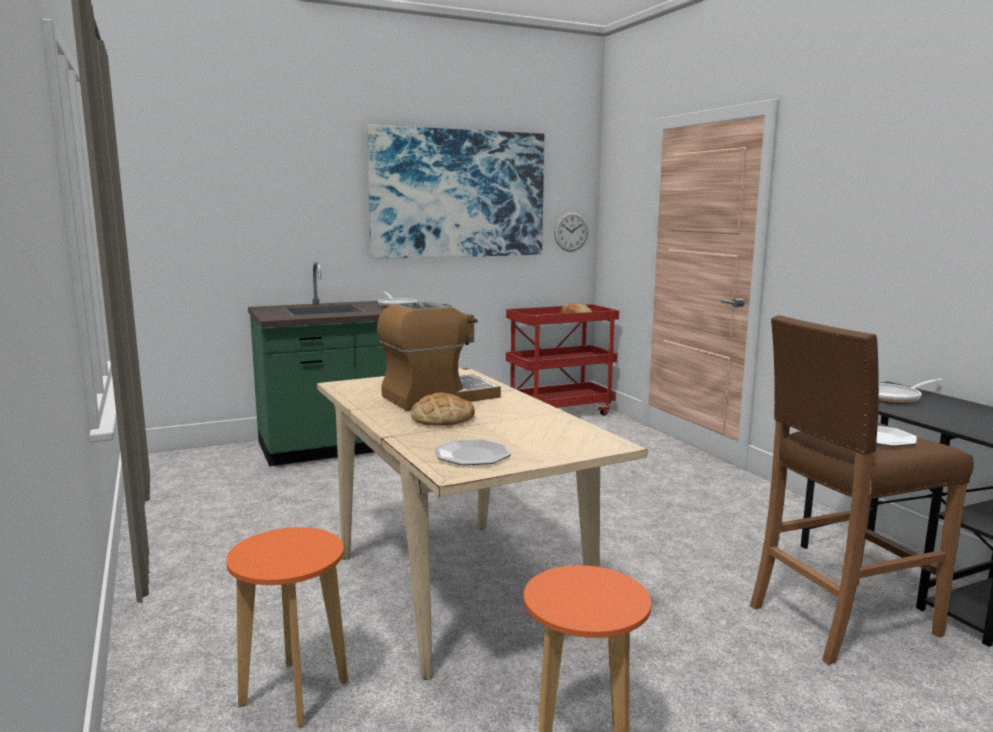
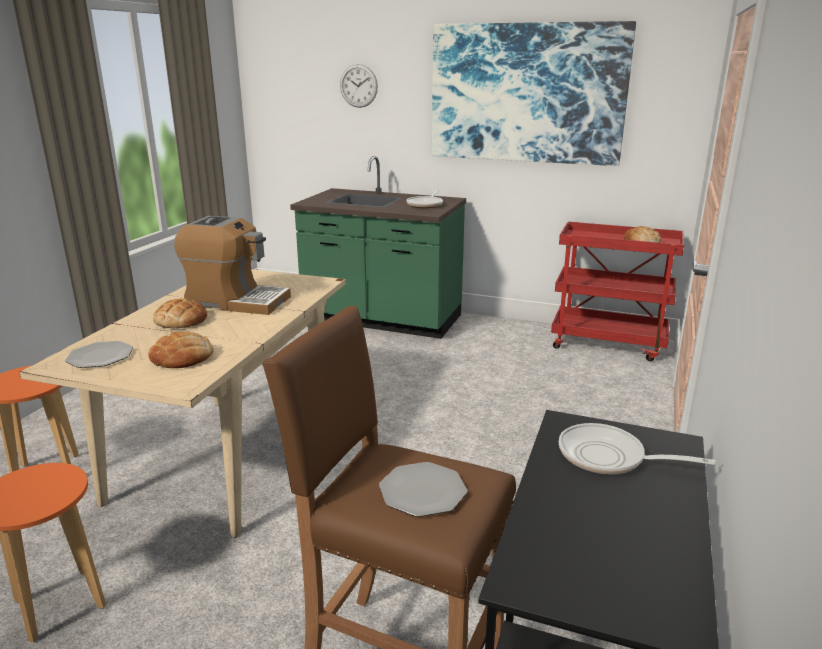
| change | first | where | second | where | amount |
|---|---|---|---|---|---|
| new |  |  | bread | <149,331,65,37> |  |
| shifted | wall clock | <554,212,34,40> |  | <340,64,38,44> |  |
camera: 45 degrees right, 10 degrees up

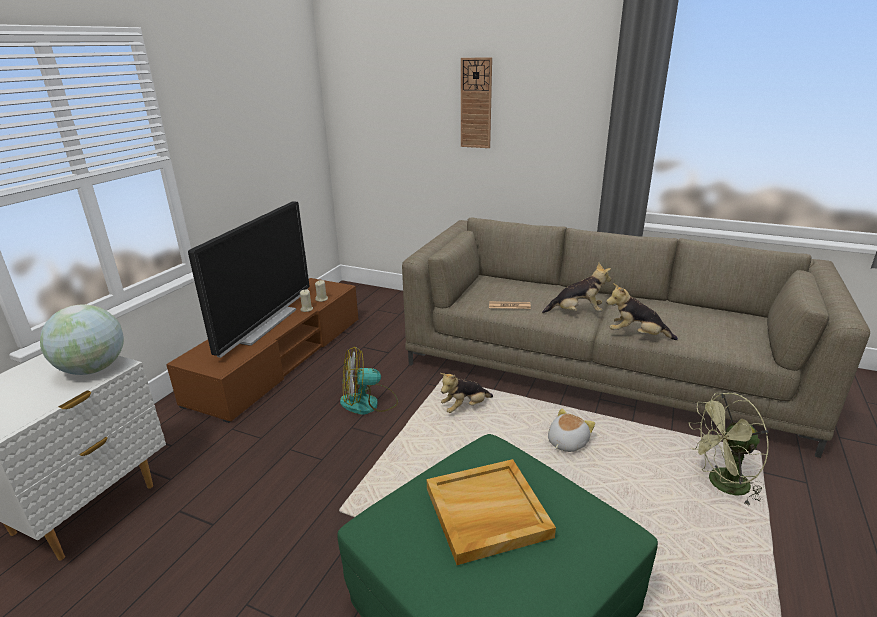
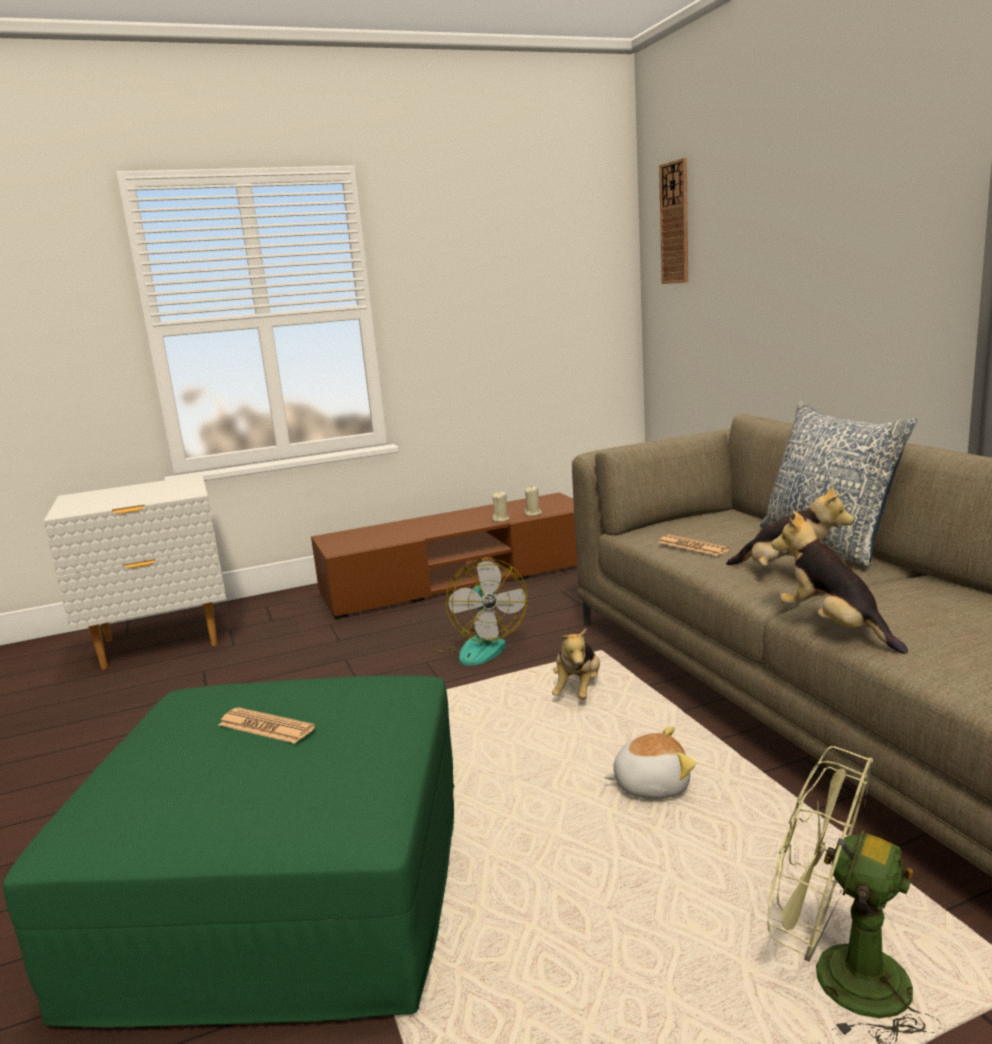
| change | first | where | second | where | amount |
|---|---|---|---|---|---|
| swapped | tray/beige | <427,459,129,106> | newspaper | <219,707,96,36> |  |
| rotated | fan | <340,347,58,68> |  | <430,558,98,108> | 135 degrees counterclockwise |
| rotated | plush toy | <440,373,53,40> |  | <552,628,48,72> | 90 degrees counterclockwise |
| shifted | wall clock | <461,57,31,91> |  | <659,158,29,126> |  |
| new |  |  | pillow | <760,402,157,166> |  |
| gone | globe | <40,304,84,71> |  |  |  |
| gone | television | <188,201,121,157> |  |  |  |
camera: 45 degrees right, 10 degrees down

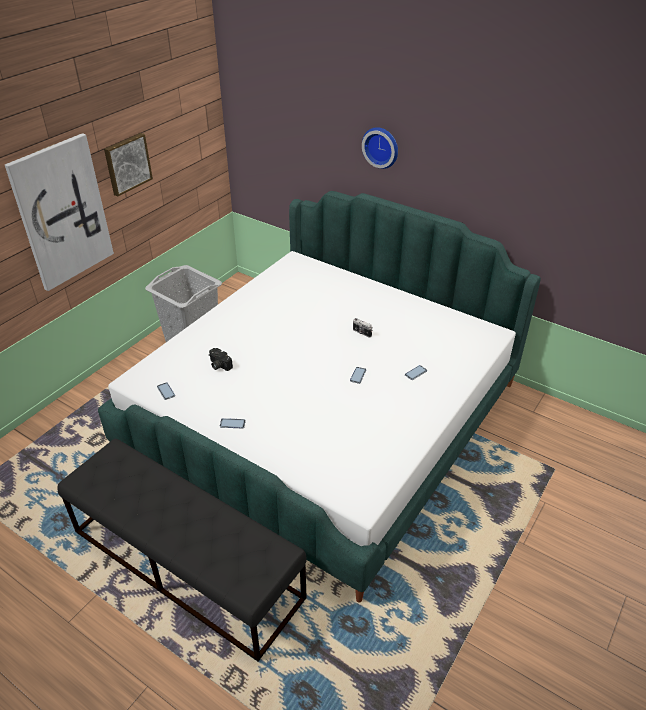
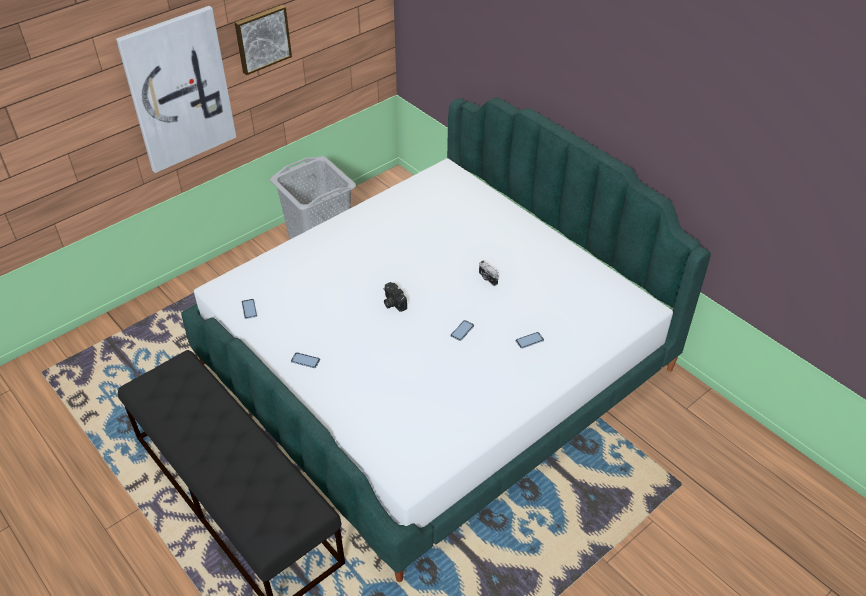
| change | first | where | second | where | amount |
|---|---|---|---|---|---|
| shifted | photo camera | <209,348,24,23> |  | <384,282,23,30> |  |
| gone | wall clock | <362,128,36,41> |  |  |  |
camera: 15 degrees right, 5 degrees up

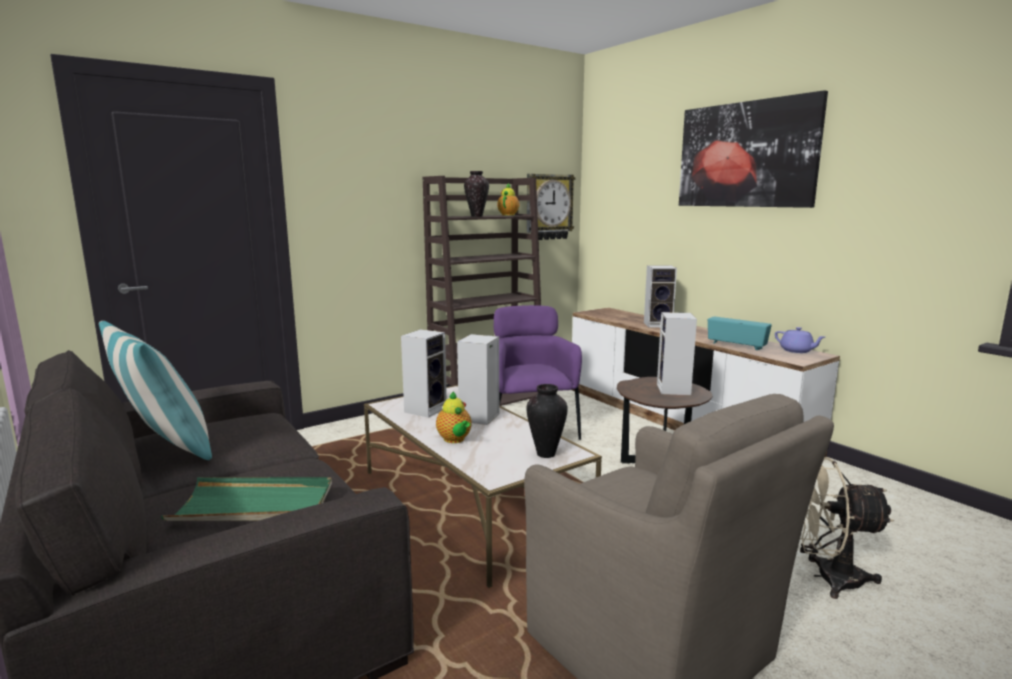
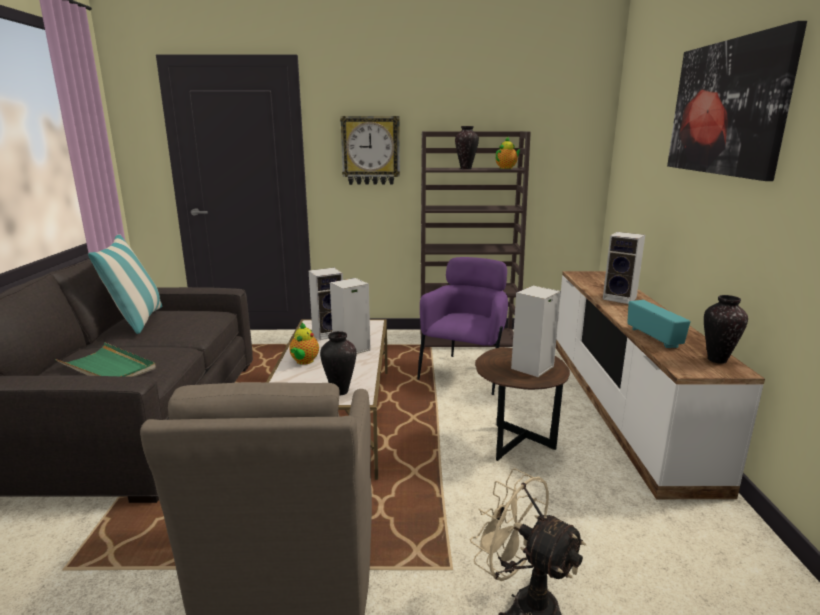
| change | first | where | second | where | amount |
|---|---|---|---|---|---|
| shifted | wall clock | <527,174,48,66> |  | <340,116,60,69> |  |
| swapped | teapot/purple | <775,327,50,26> | vase | <704,295,44,69> |  |
camera: 35 degrees right, 5 degrees up

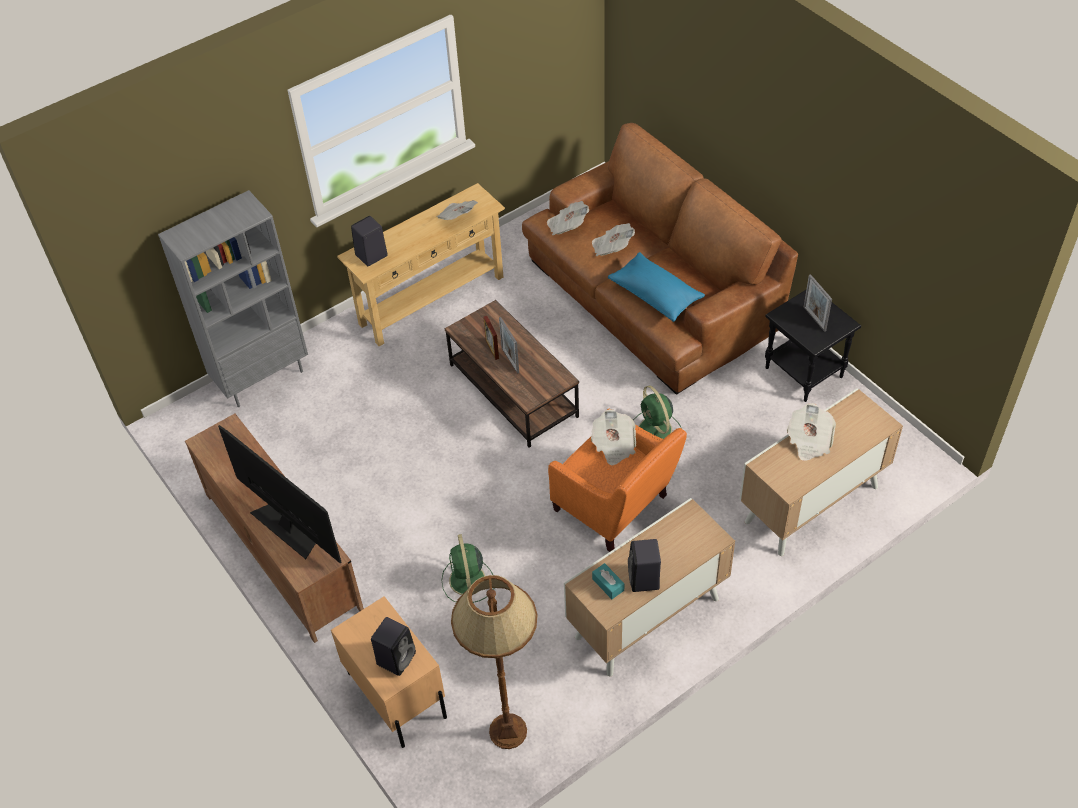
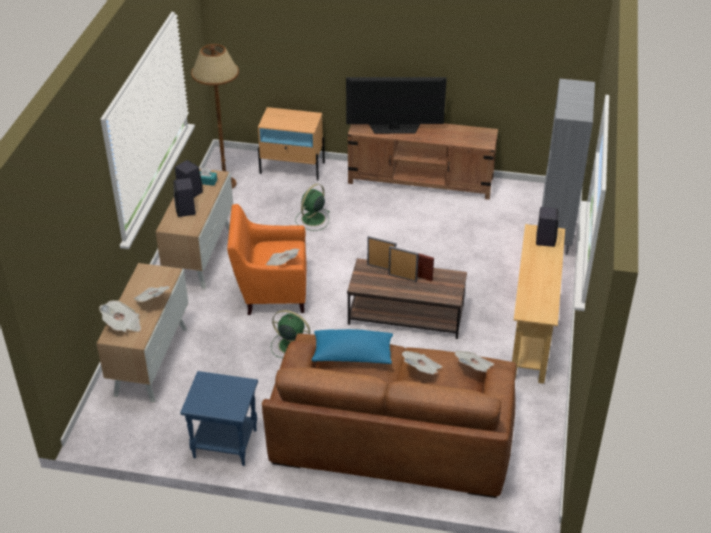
| change | first | where | second | where | amount |
|---|---|---|---|---|---|
| shifted | newspaper | <436,200,42,20> |  | <99,300,42,32> |  |
| shifted | speaker/black | <371,617,45,59> |  | <173,178,23,39> |  |
| repainted | side table/black | <765,290,96,112> | side table/blue | <180,371,78,95> |  |
| rotated | fan/green | <441,534,53,69> |  | <296,184,34,47> | 90 degrees counterclockwise |
| shifted | picture frame | <804,274,28,58> |  | <367,236,29,34> |  |
camera: 135 degrees right, 10 degrees down

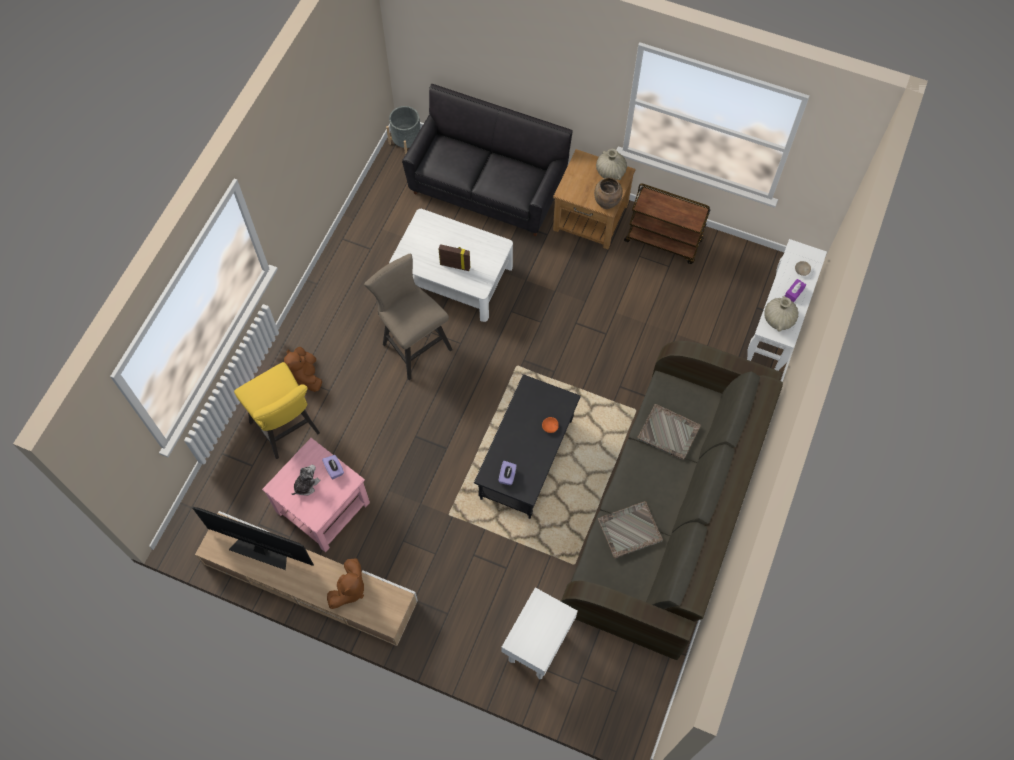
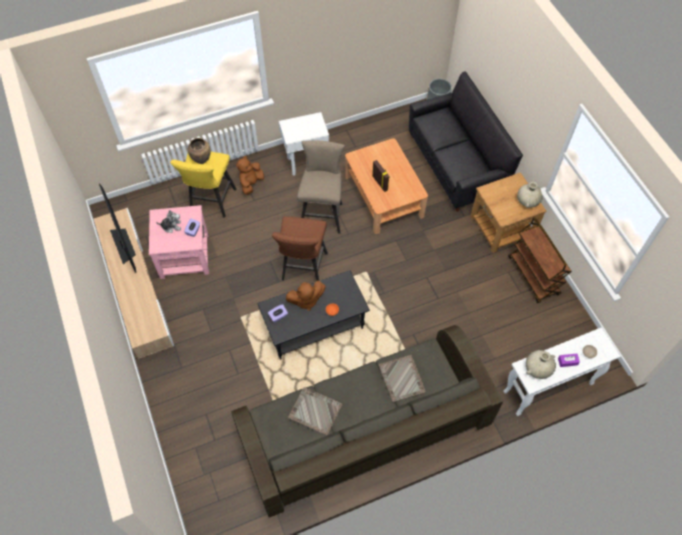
| change | first | where | second | where | amount |
|---|---|---|---|---|---|
| shifted | vase/brown | <594,177,29,32> |  | <188,138,23,26> |  |
| new |  |  | stool/brown | <272,216,56,65> |  |
| shifted | side table/white | <501,587,77,92> |  | <279,112,50,64> |  |
| shifted | plush toy/brown | <327,558,37,51> |  | <286,281,40,30> |  |
| repainted | coffee table/white | <389,209,124,113> | coffee table/brown | <345,138,83,96> |  |
camera: 45 degrees right, 5 degrees down

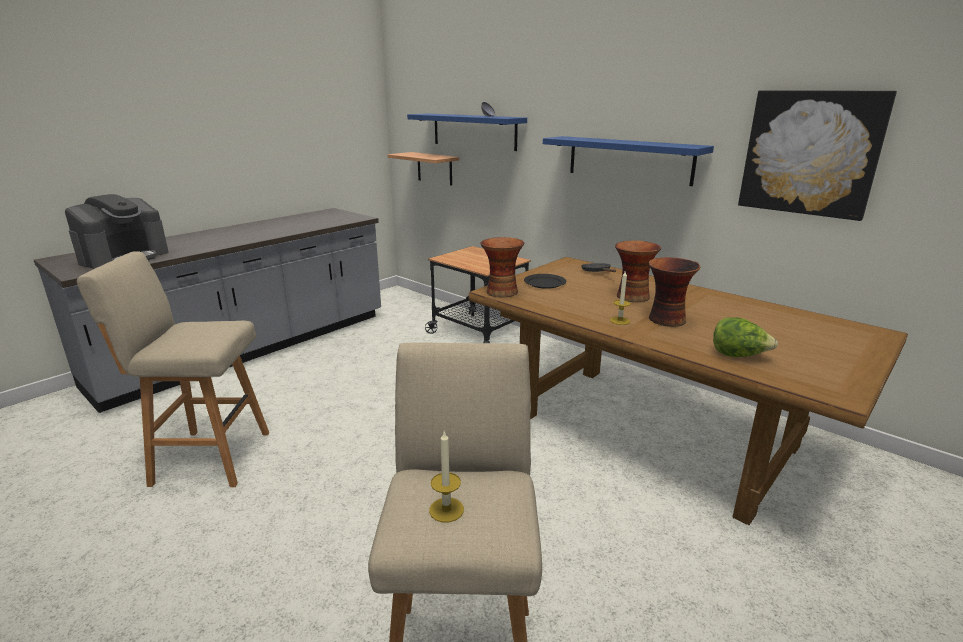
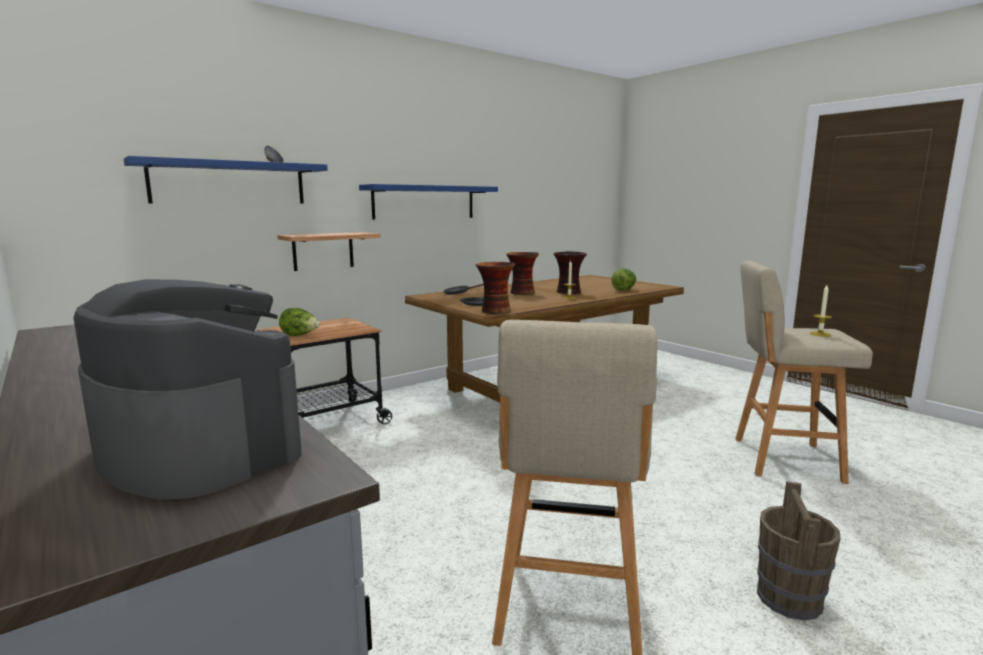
| change | first | where | second | where | amount |
|---|---|---|---|---|---|
| shifted | shelf | <388,152,71,34> |  | <277,232,104,39> |  |
| new |  |  | lettuce | <279,308,41,28> |  |
| new |  |  | bucket/brown | <757,481,84,139> |  |
| gone | picture | <738,90,159,131> |  |  |  |
camera: 80 degrees left, 10 degrees down

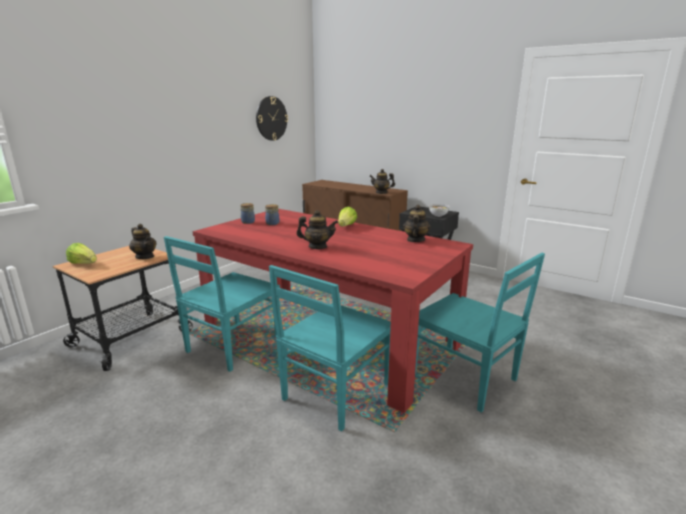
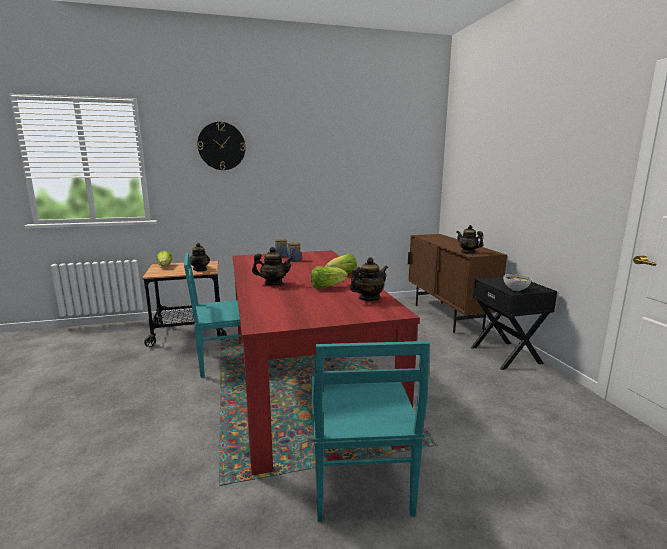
| change | first | where | second | where | amount |
|---|---|---|---|---|---|
| shifted | wall clock | <256,96,32,45> |  | <197,122,48,48> |  |
| rotated | teapot | <296,210,42,39> |  | <252,247,41,39> | 45 degrees counterclockwise |
| new |  |  | lettuce | <311,266,36,23> |  |
| gone | chair/turquoise | <269,265,122,166> |  |  |  |
camera: 40 degrees right, 5 degrees down

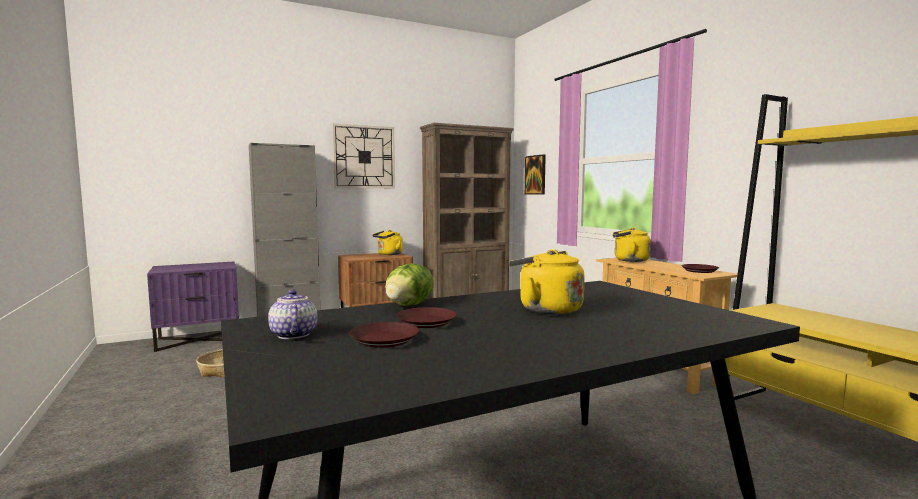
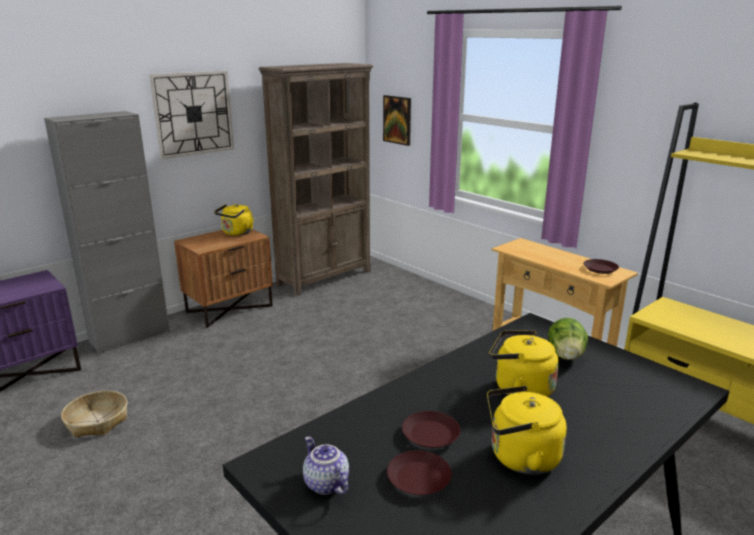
| change | first | where | second | where | amount |
|---|---|---|---|---|---|
| shifted | kettle/yellow | <613,228,38,34> |  | <487,385,80,90> |  |
| shifted | lettuce | <385,263,49,43> |  | <548,318,40,42> |  |
camera: 15 degrees left, 15 degrees up

